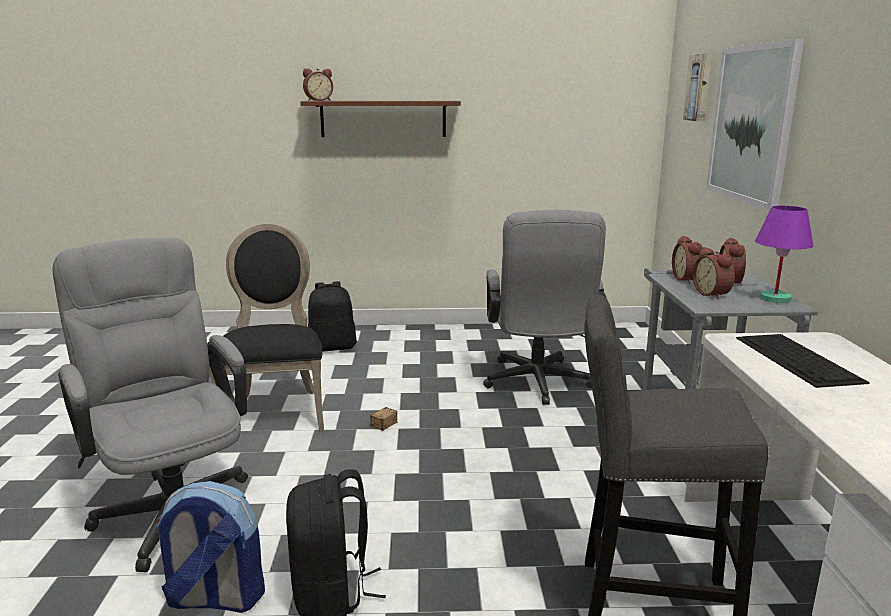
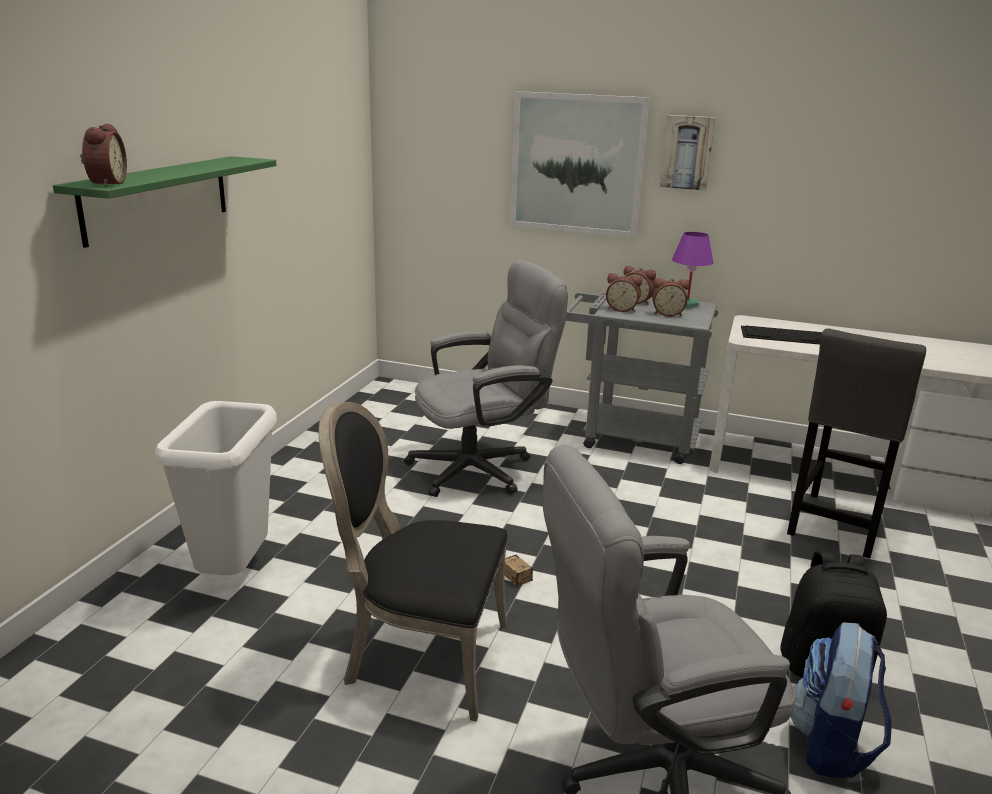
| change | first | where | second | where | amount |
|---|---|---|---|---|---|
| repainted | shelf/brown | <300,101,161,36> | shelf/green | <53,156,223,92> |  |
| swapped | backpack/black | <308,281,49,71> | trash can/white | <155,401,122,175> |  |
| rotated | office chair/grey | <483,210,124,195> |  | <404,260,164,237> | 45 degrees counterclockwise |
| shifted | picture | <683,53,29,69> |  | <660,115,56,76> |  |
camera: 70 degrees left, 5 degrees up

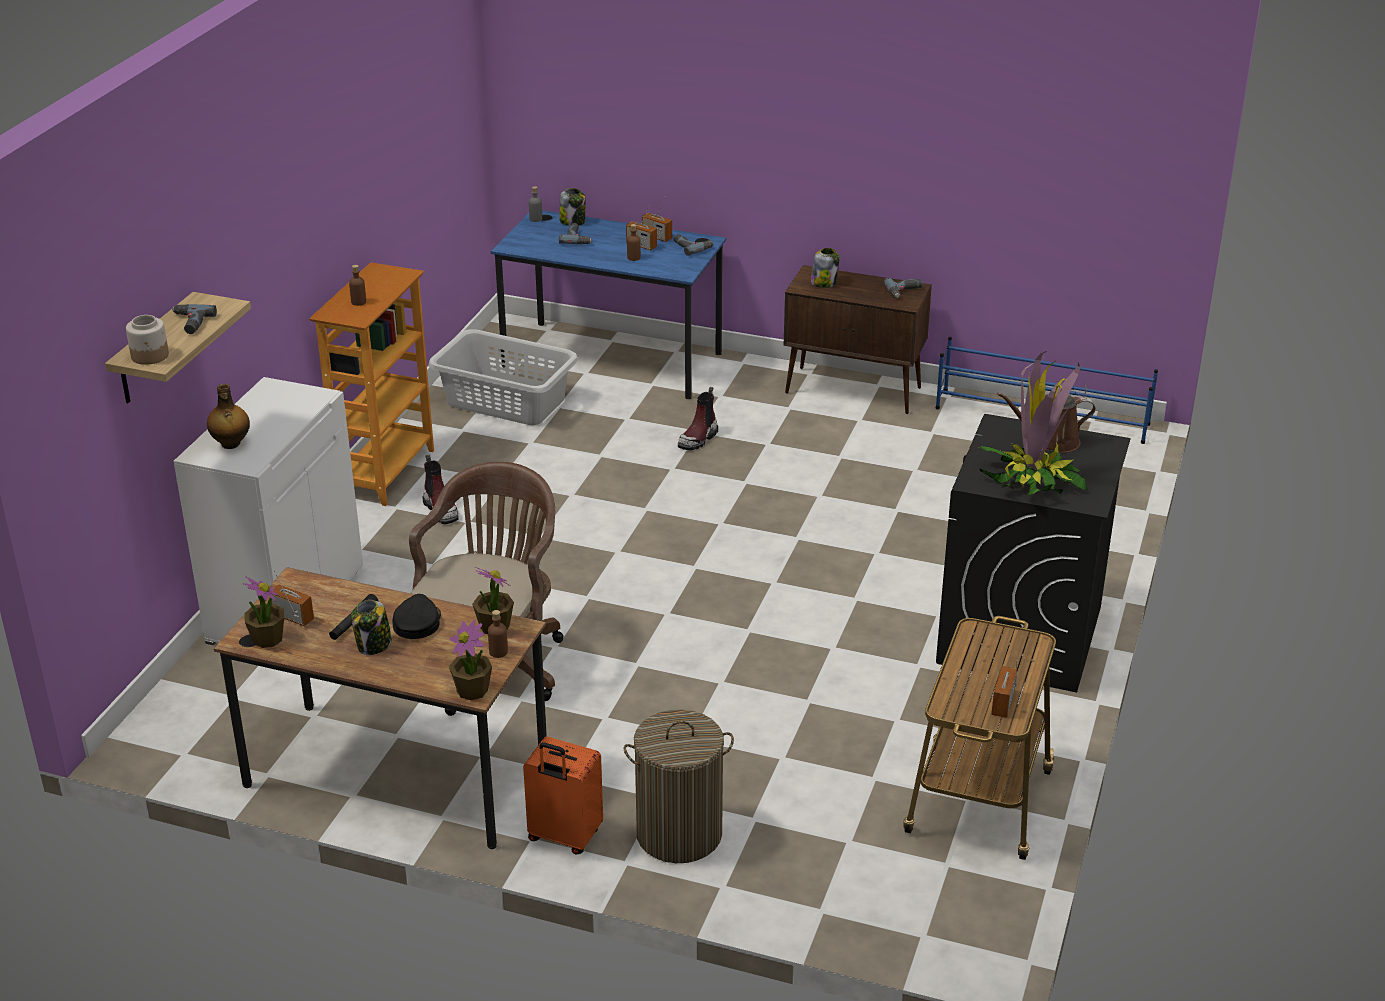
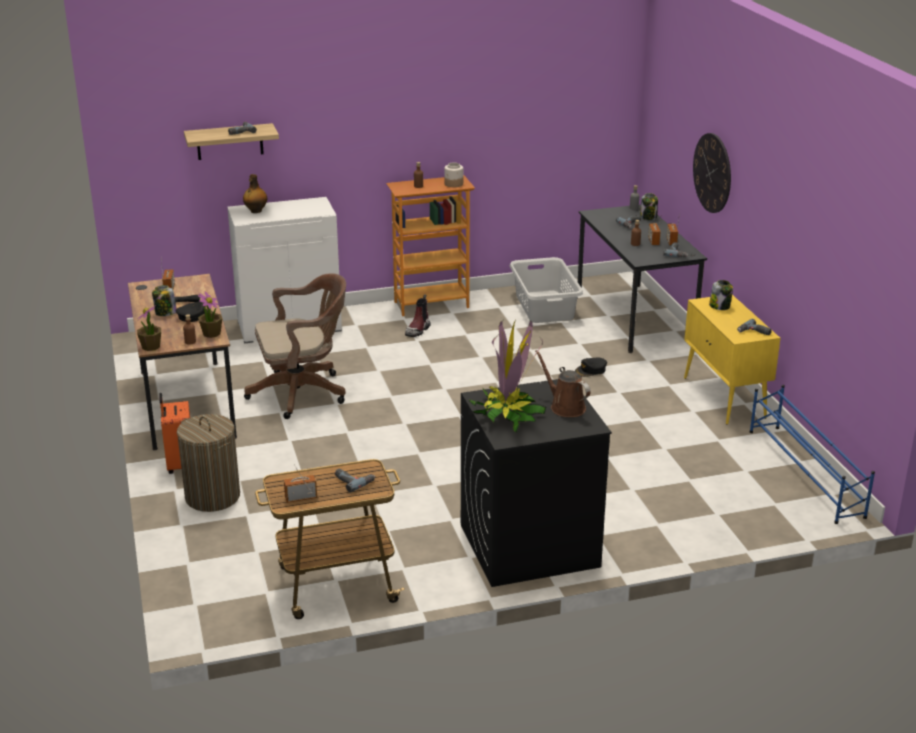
| change | first | where | second | where | amount |
|---|---|---|---|---|---|
| new |  |  | power drill | <335,469,40,24> |  |
| shifted | jar | <126,315,43,50> |  | <444,163,19,24> |  |
| swapped | boot | <678,387,40,63> | cap/black | <575,357,32,20> |  |
| repainted | desk/blue | <491,210,235,189> | desk/black | <578,204,129,149> |  |
| repainted | cabinet/brown | <784,265,148,149> | cabinet/yellow | <684,295,97,130> |  |
| new |  |  | wall clock | <693,133,38,80> |  |
| gone | potted plant | <243,576,41,72> |  |  |  |
camera: 55 degrees right, 5 degrees down

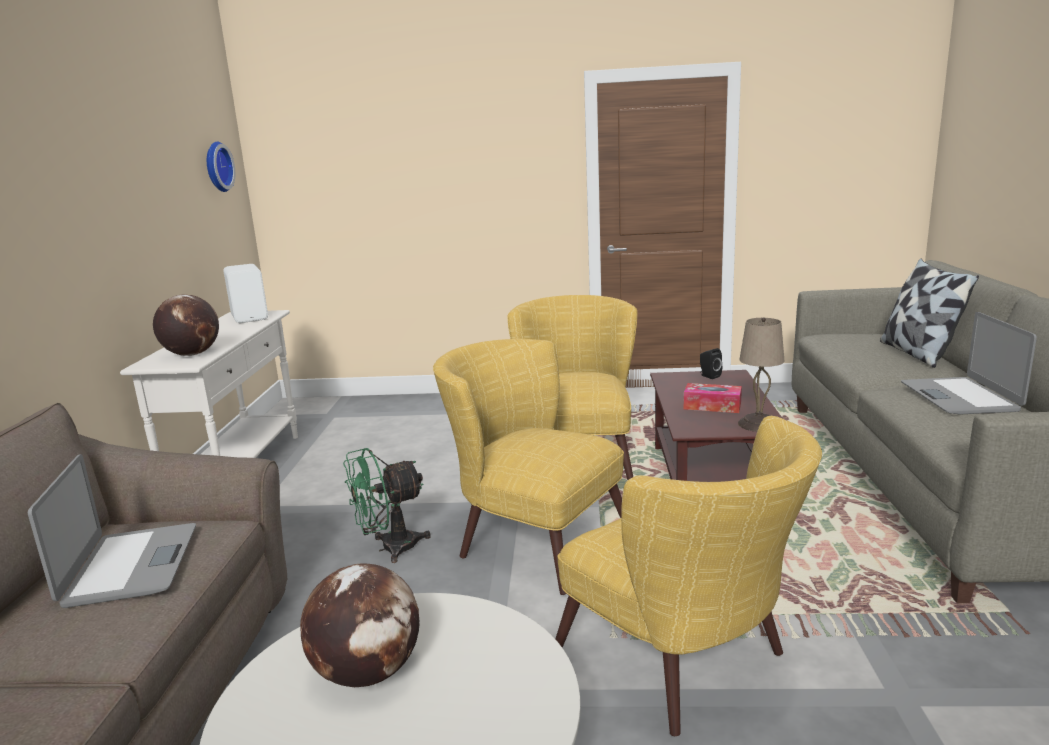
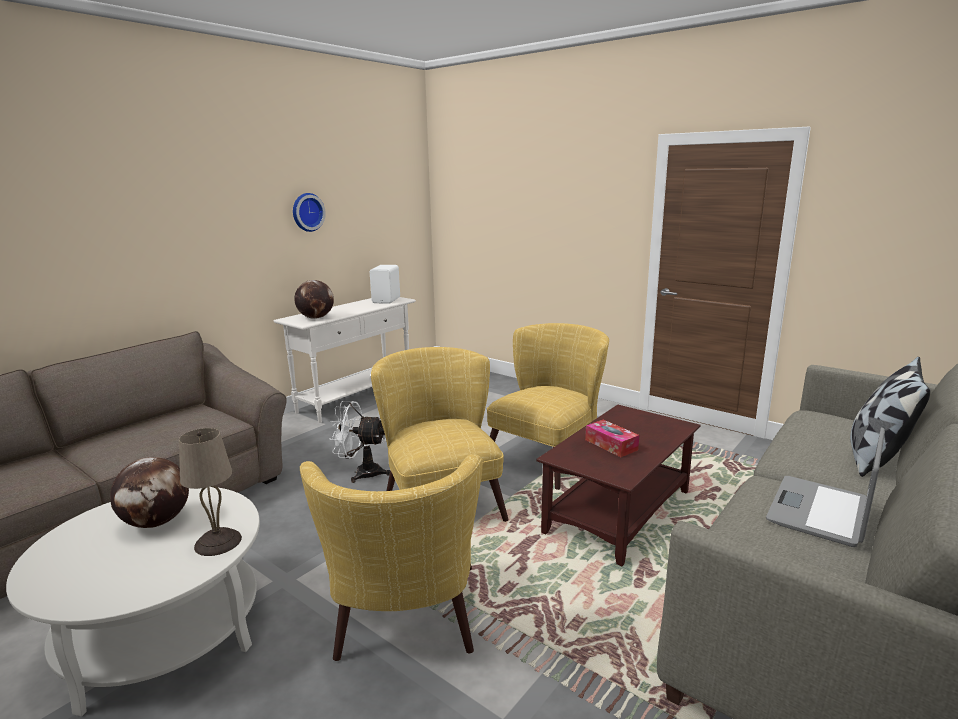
| change | first | where | second | where | amount |
|---|---|---|---|---|---|
| shifted | table lamp/beige | <738,317,46,115> |  | <179,428,63,128> |  |
| shifted | wall clock | <207,142,28,50> |  | <293,193,33,39> |  |
| repainted | fan/green | <343,448,88,115> | fan/white | <330,401,60,82> |  |
| gone | laptop | <28,454,168,154> |  |  |  |
| gone | speaker/black | <700,348,22,31> |  |  |  |
camera: 35 degrees right, 0 degrees up

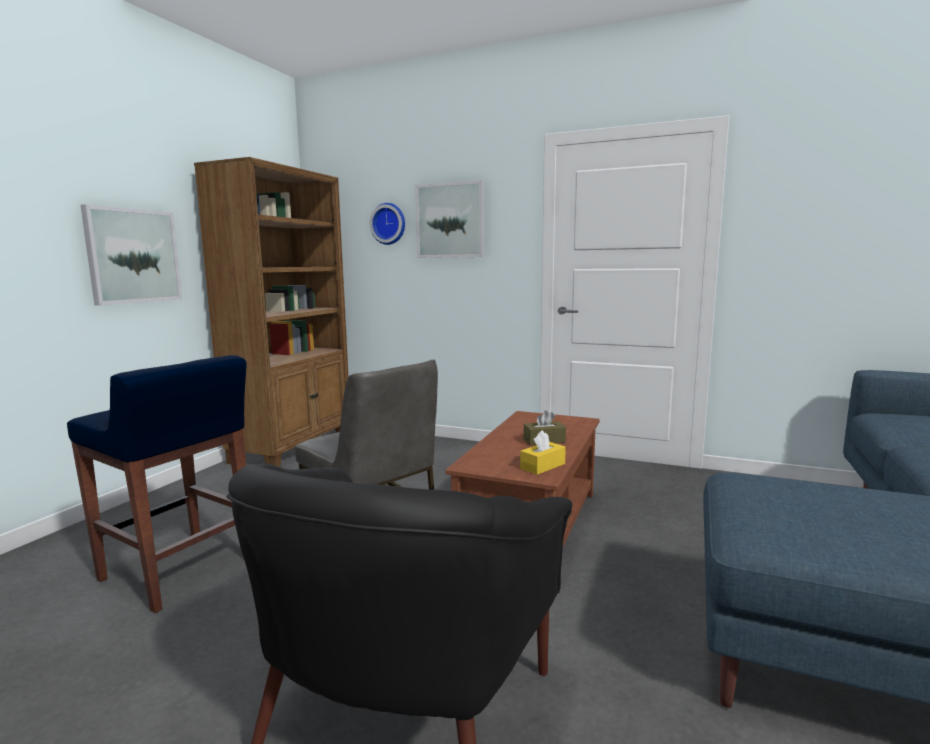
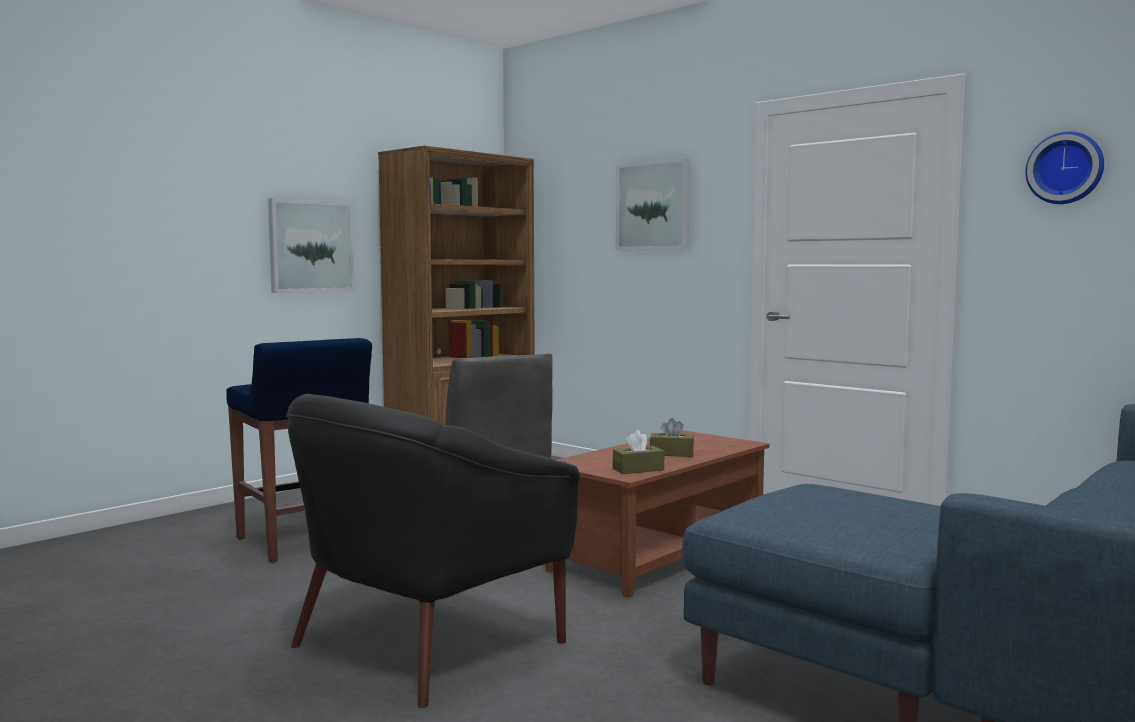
| change | first | where | second | where | amount |
|---|---|---|---|---|---|
| repainted | tissue box/yellow | <520,430,46,45> | tissue box/brown | <613,430,51,44> |  |
| shifted | wall clock | <370,203,35,42> |  | <1025,132,79,72> |  |
camera: 20 degrees right, 5 degrees down

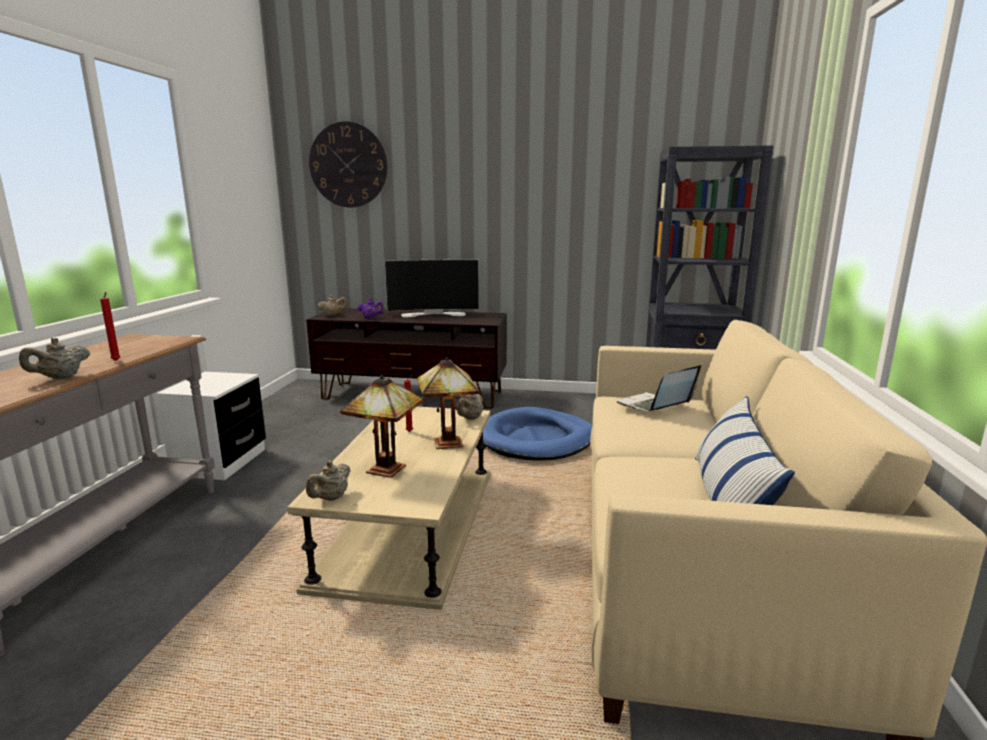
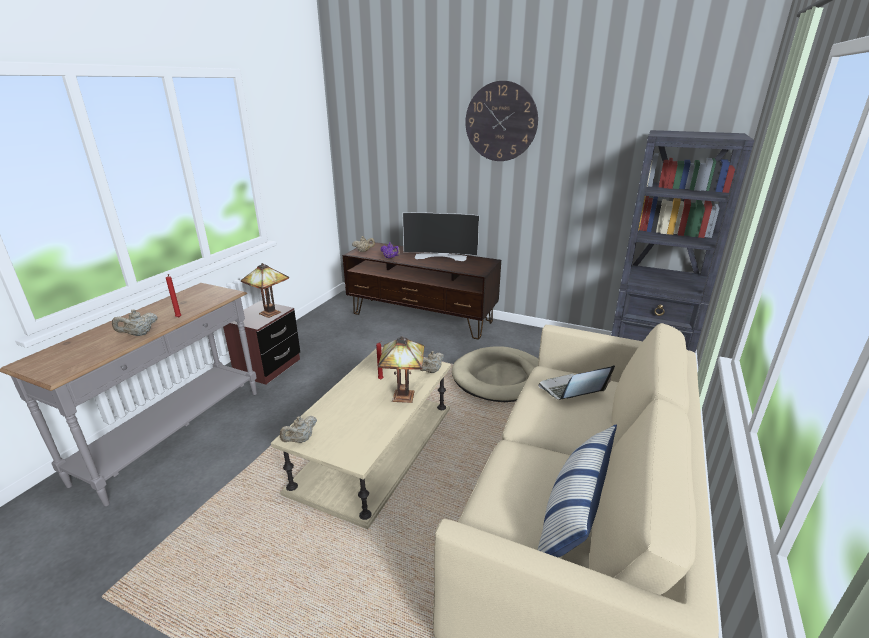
| change | first | where | second | where | amount |
|---|---|---|---|---|---|
| repainted | nightstand/white | <156,372,110,108> | nightstand/brown | <223,301,77,84> |  |
| shifted | table lamp | <340,375,84,103> |  | <241,263,48,55> |  |
| repainted | dog bed/blue | <483,407,109,53> | dog bed/beige | <452,346,86,56> |  |
| shifted | wall clock | <309,121,78,86> |  | <465,81,73,80> |  |
camera: 15 degrees right, 10 degrees up

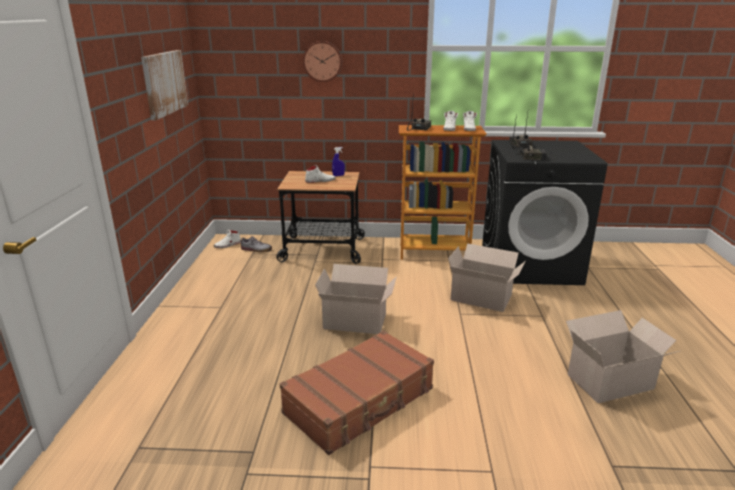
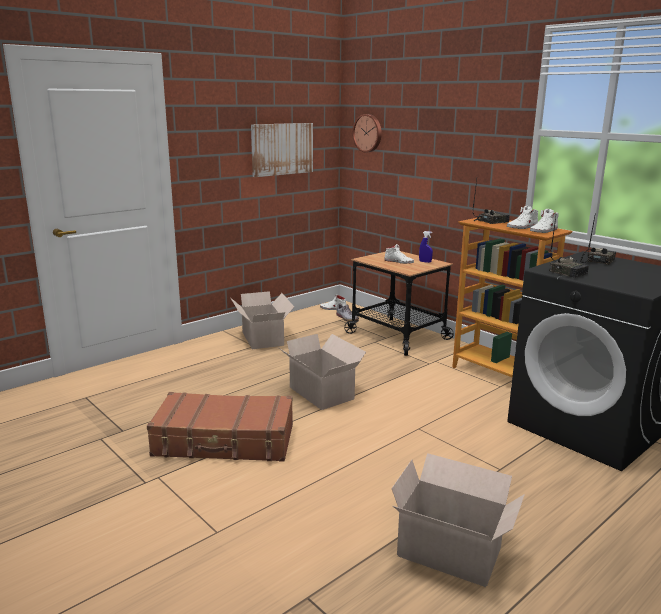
| change | first | where | second | where | amount |
|---|---|---|---|---|---|
| shifted | cardboard box | <448,243,78,69> |  | <231,291,63,58> |  |
| shifted | wall clock | <303,41,39,41> |  | <352,114,30,38> |  |
camera: 45 degrees right, 5 degrees down

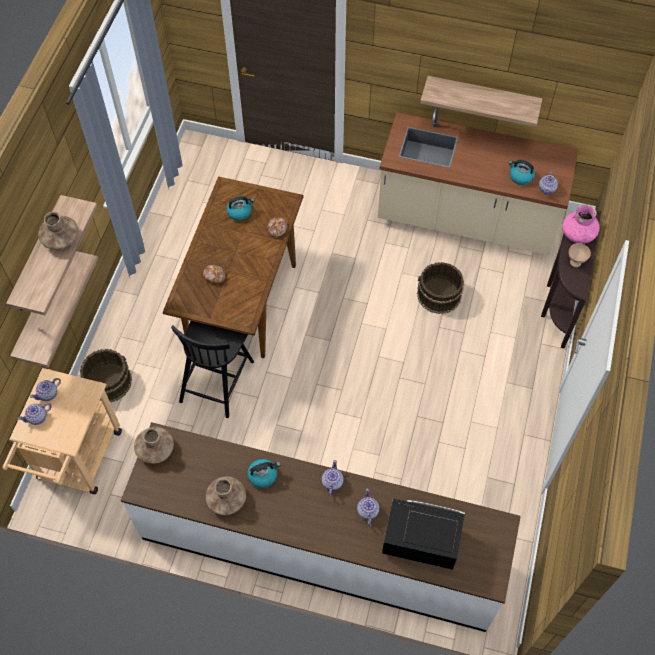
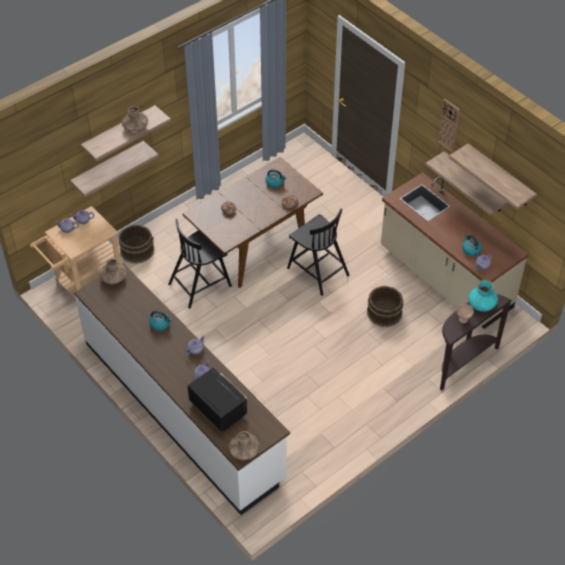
| change | first | where | second | where | amount |
|---|---|---|---|---|---|
| shifted | vase/brown | <206,477,40,38> |  | <229,431,30,29> |  |
| new |  |  | chair/black | <287,208,63,88> |  |
| new |  |  | wall clock | <438,99,22,53> |  |
| new |  |  | shelf | <449,144,88,65> |  |
| repainted | vase/pink | <563,204,37,40> | vase/turquoise | <469,280,29,32> |  |
camera: 35 degrees right, 10 degrees down

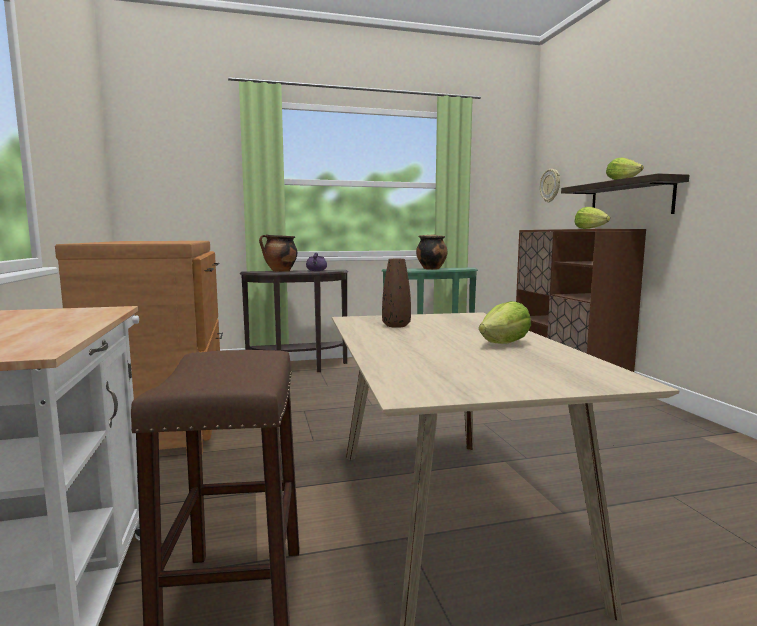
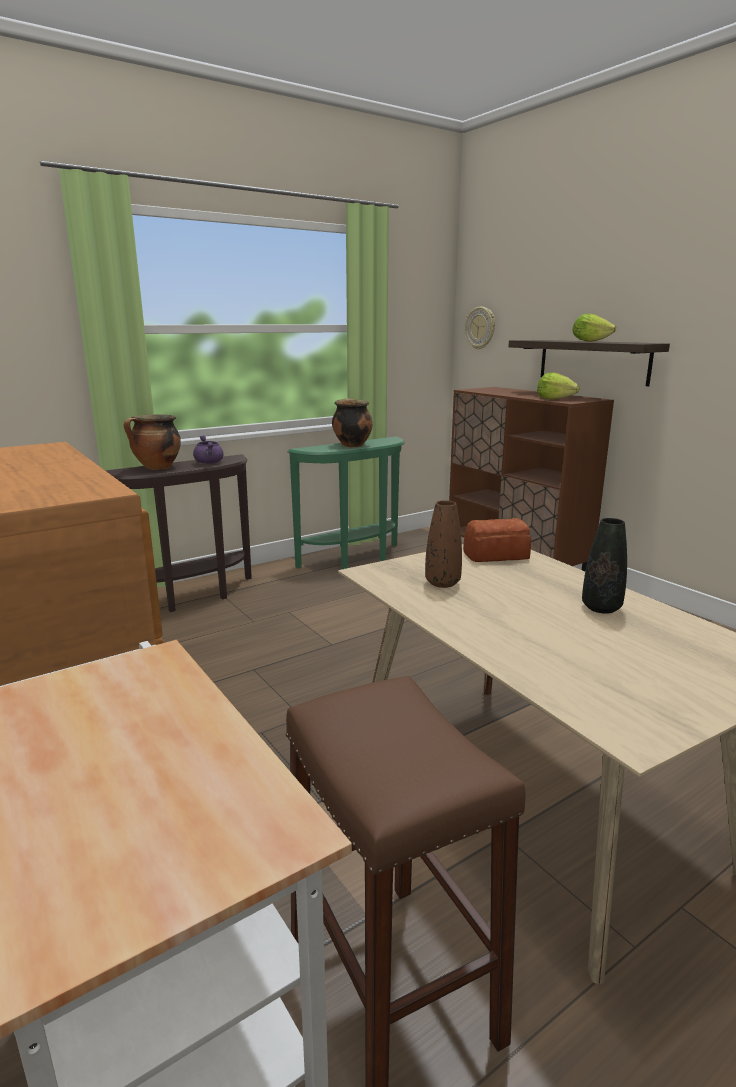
| change | first | where | second | where | amount |
|---|---|---|---|---|---|
| new |  |  | bread | <463,518,68,44> |  |
| swapped | lettuce | <479,301,52,43> | vase/black | <582,518,45,96> |  |
camera: 20 degrees left, 10 degrees up

